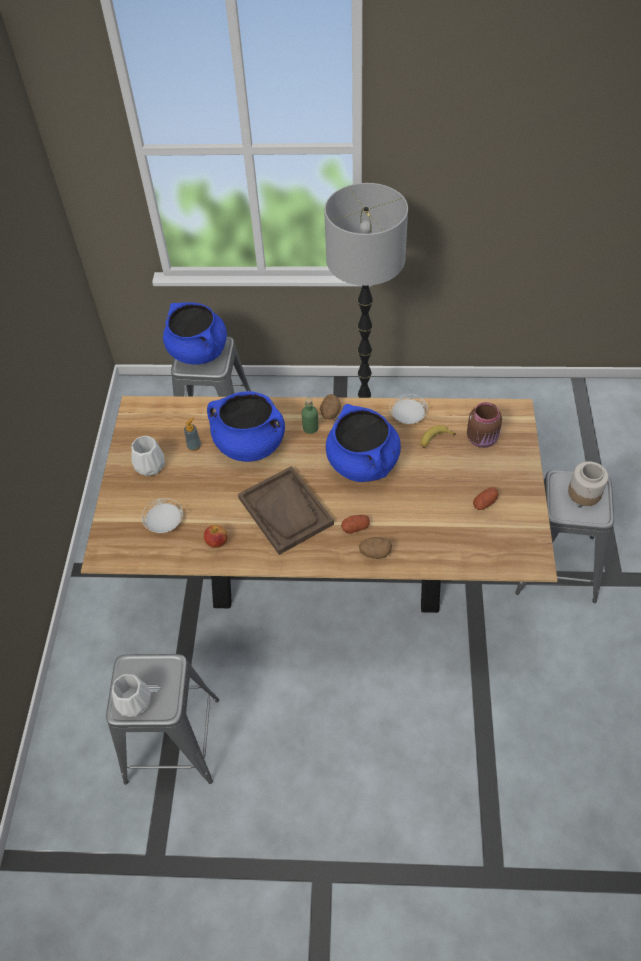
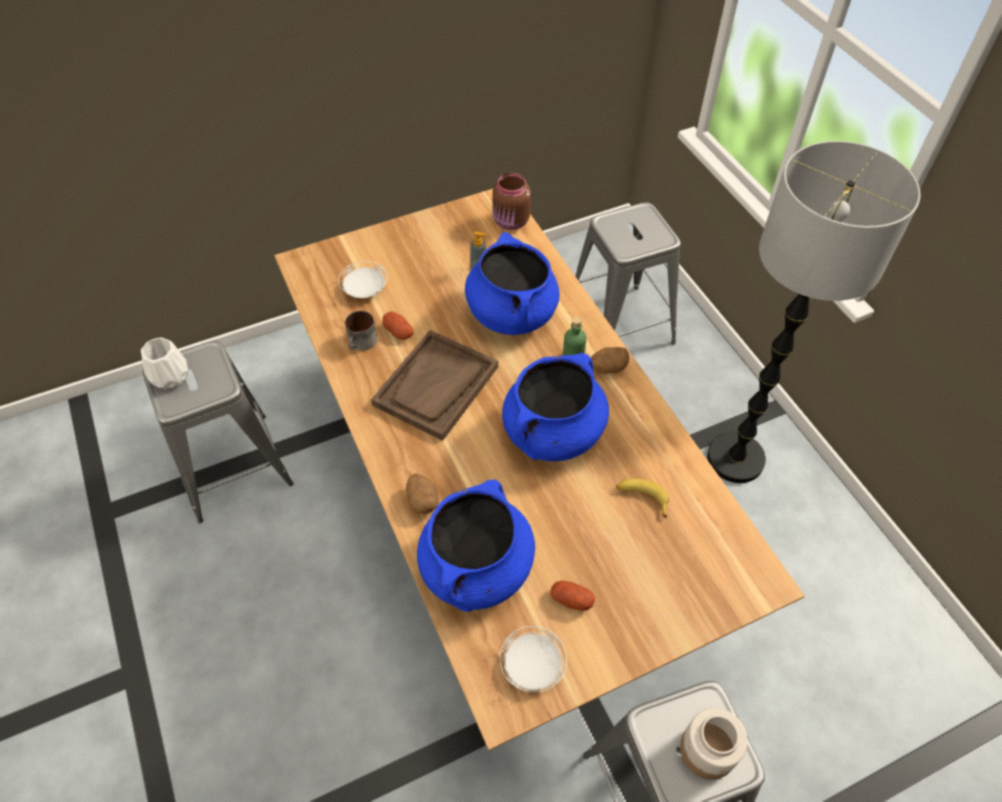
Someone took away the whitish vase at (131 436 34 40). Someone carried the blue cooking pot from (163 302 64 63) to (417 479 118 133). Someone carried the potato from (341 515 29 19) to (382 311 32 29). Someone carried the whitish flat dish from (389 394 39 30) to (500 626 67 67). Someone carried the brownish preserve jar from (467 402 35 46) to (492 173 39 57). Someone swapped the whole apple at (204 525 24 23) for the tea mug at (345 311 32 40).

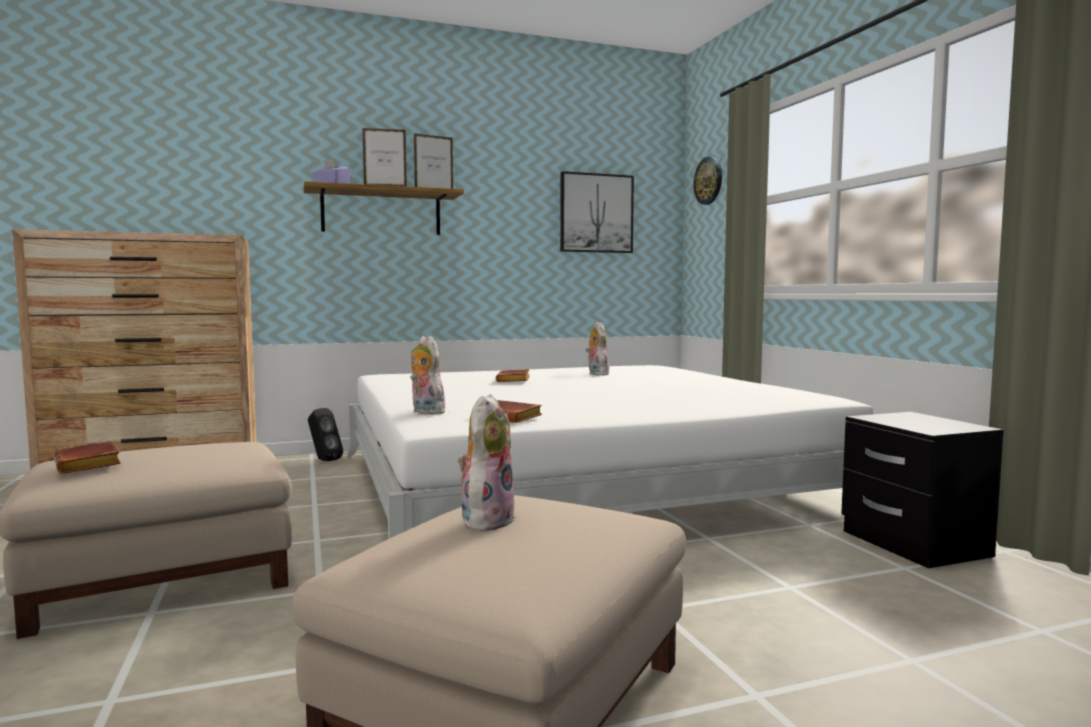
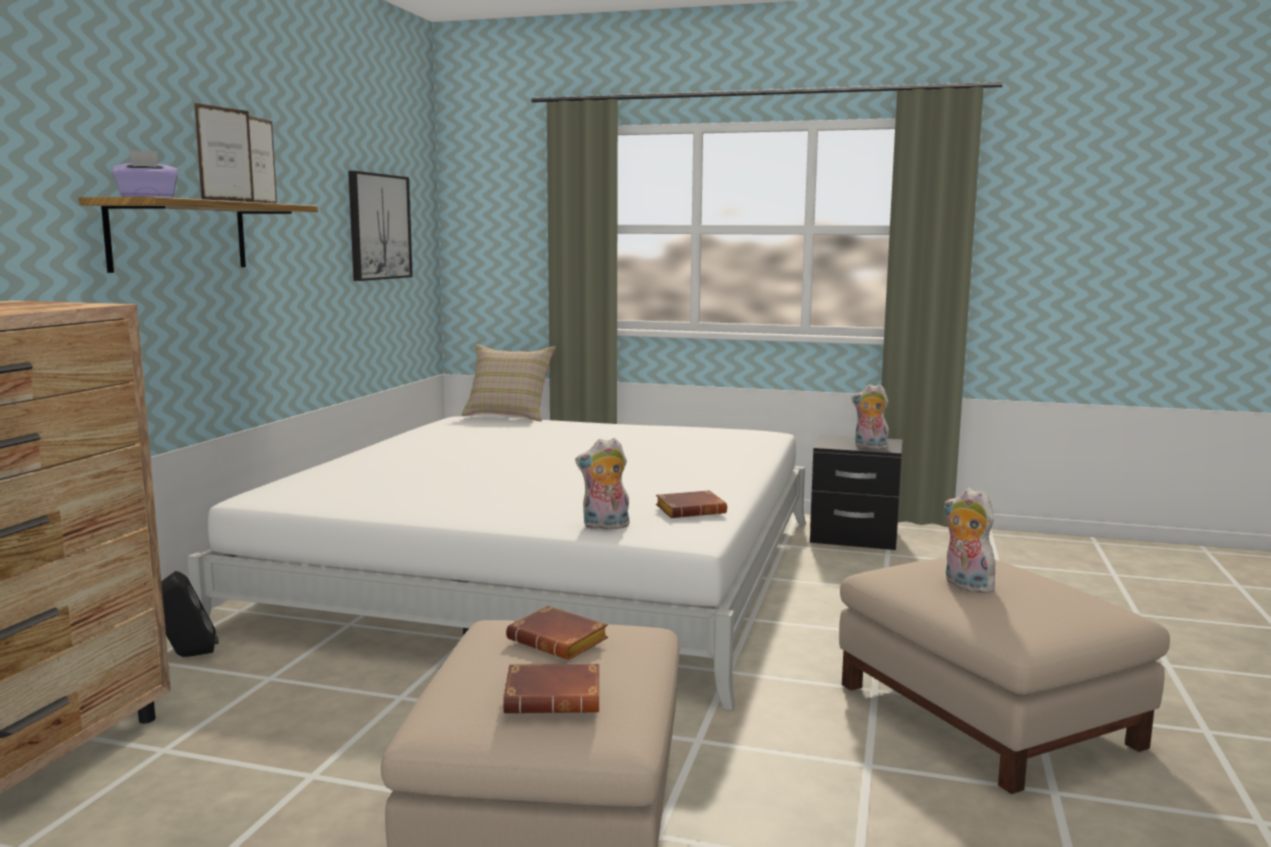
Someone took away the wall clock at (693 157 29 48). Someone put down the sand-coloured pillow at (462 345 94 76). Someone carried the brownish book from (496 369 34 13) to (506 606 102 54). Someone carried the cuddly toy from (586 322 23 54) to (852 384 38 65).

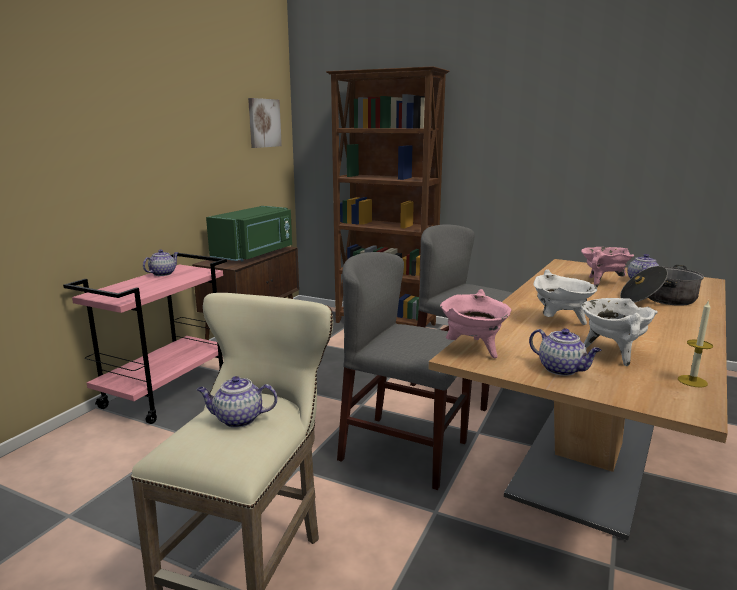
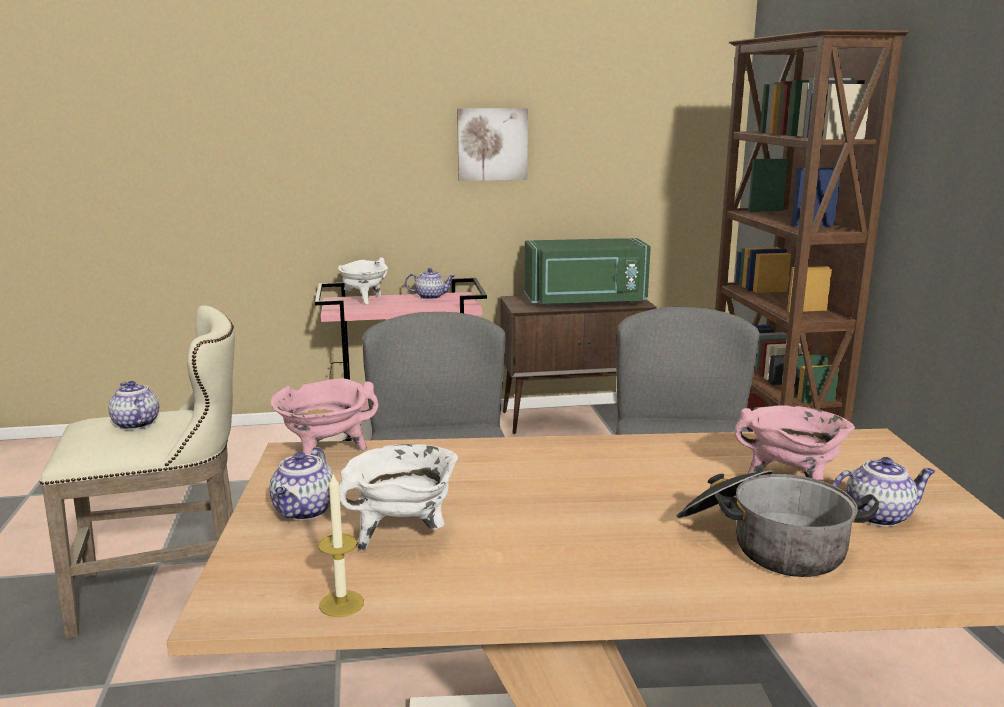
Someone carried the wall art from (248 98 34 50) to (457 108 71 73). Someone carried the whitish cooking pot from (534 269 63 56) to (338 258 50 47).

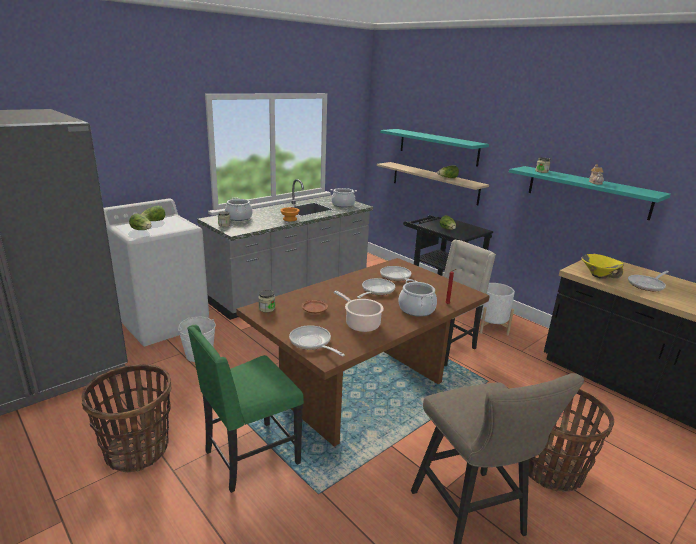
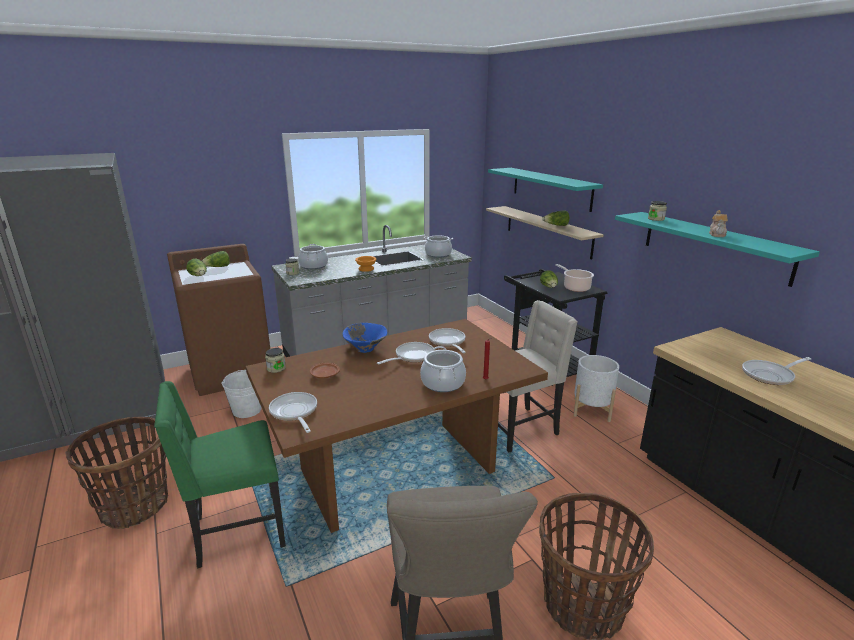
Someone took away the yellow serving bowl at (581 254 43 25). Someone put down the blue serving bowl at (343 323 44 30). Someone carried the cooking pot from (334 291 50 41) to (555 264 39 28). Someone repainted the whitish laundry appliance at (104 199 105 147), which became the brownish laundry appliance at (167 244 103 152).

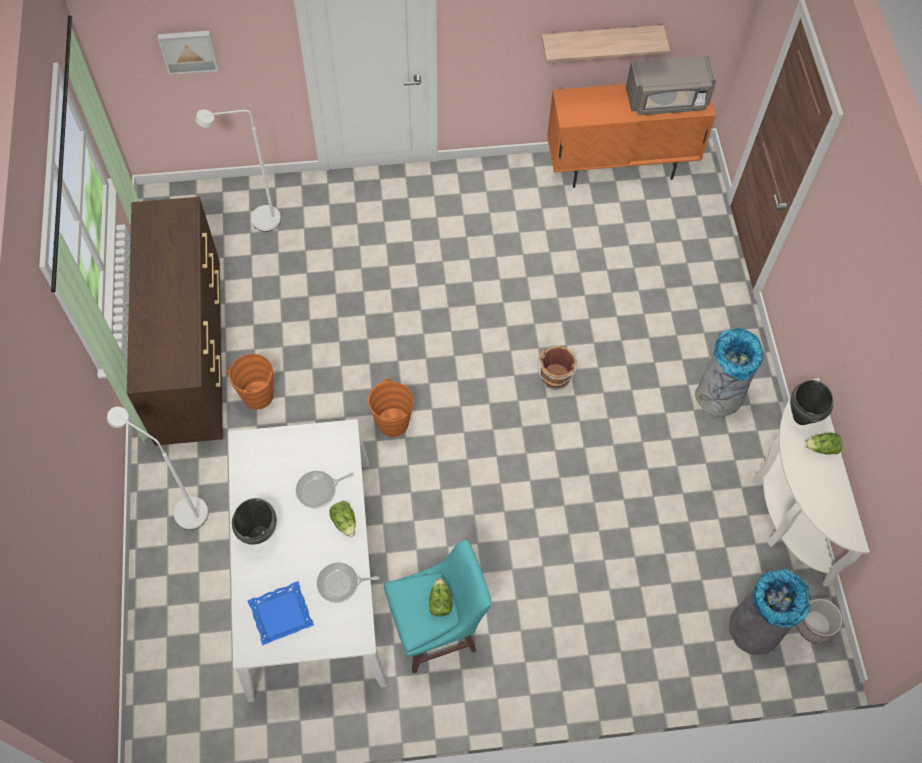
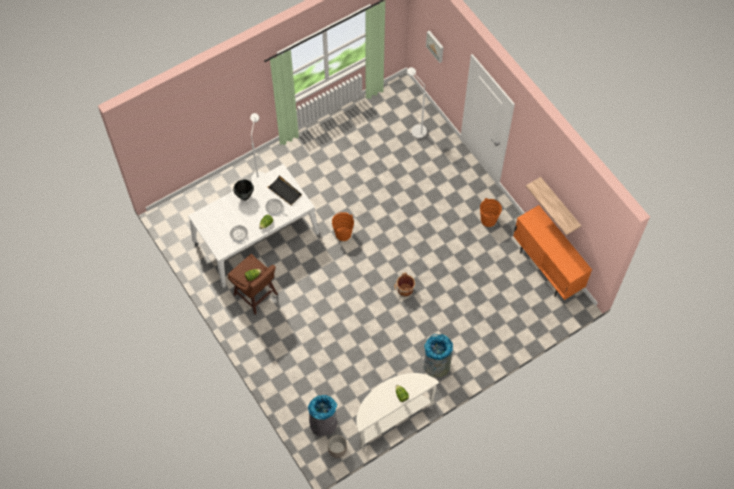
Someone took away the brownish drawer chest at (127 197 96 249). Someone took away the blue serving tray at (247 581 67 65). Someone took away the grey microwave at (626 56 91 59). Someone took away the blackish cooking pot at (790 380 43 45). Someone put down the blackish serving tray at (268 175 34 30). Someone carried the orange water bucket from (226 354 49 56) to (480 198 22 29). Someone repainted the blue-green stool at (384 540 108 133), which became the brownish stool at (228 254 50 61).

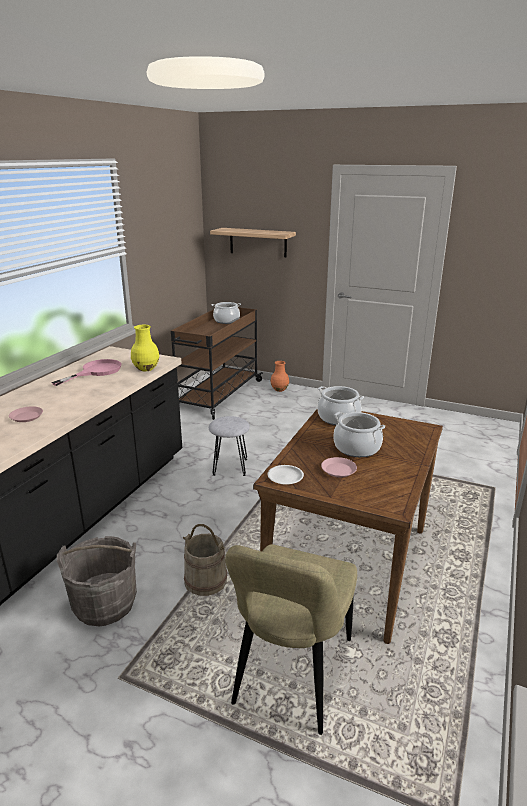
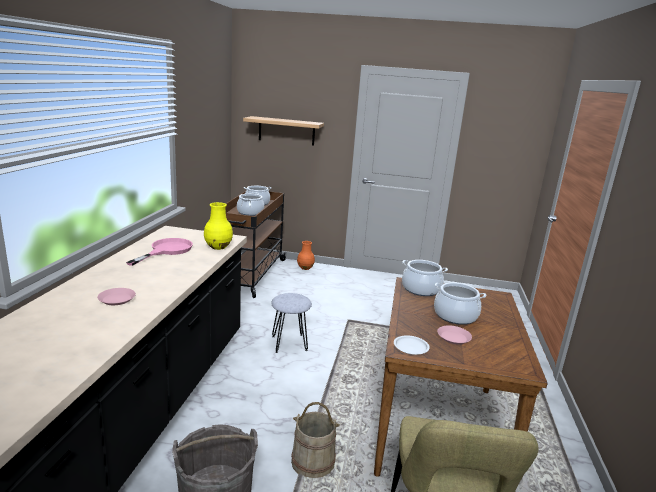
Someone put down the cooking pot at (237 192 27 24).

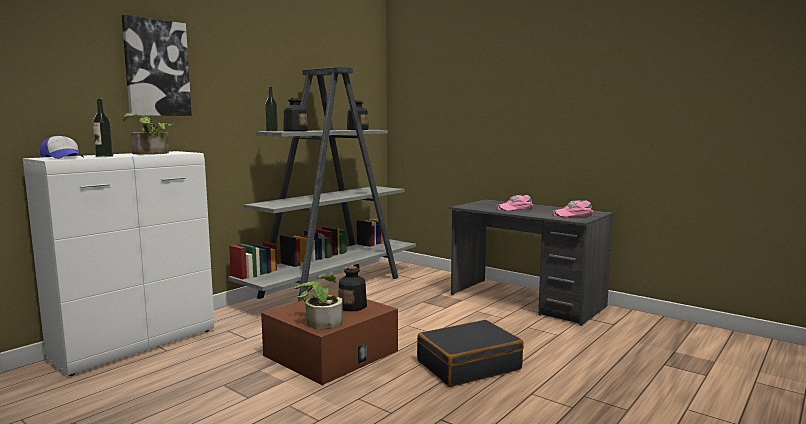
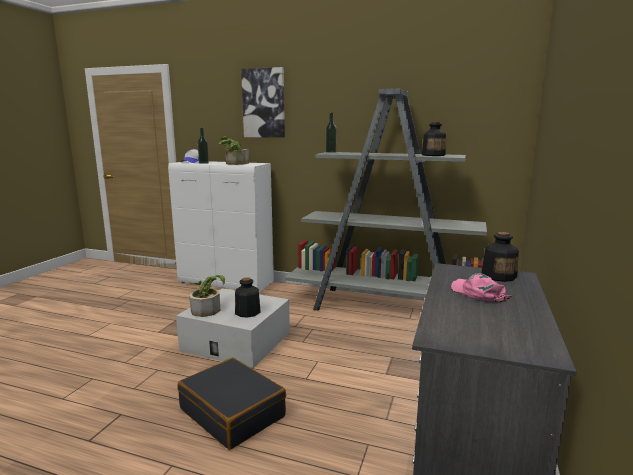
Someone took away the pinkish baseball cap at (553 200 41 17). Someone carried the drink bottle from (283 98 25 34) to (481 232 38 50). Someone repainted the brownish storage bin at (261 290 137 95), which became the whitish storage bin at (176 288 114 80).

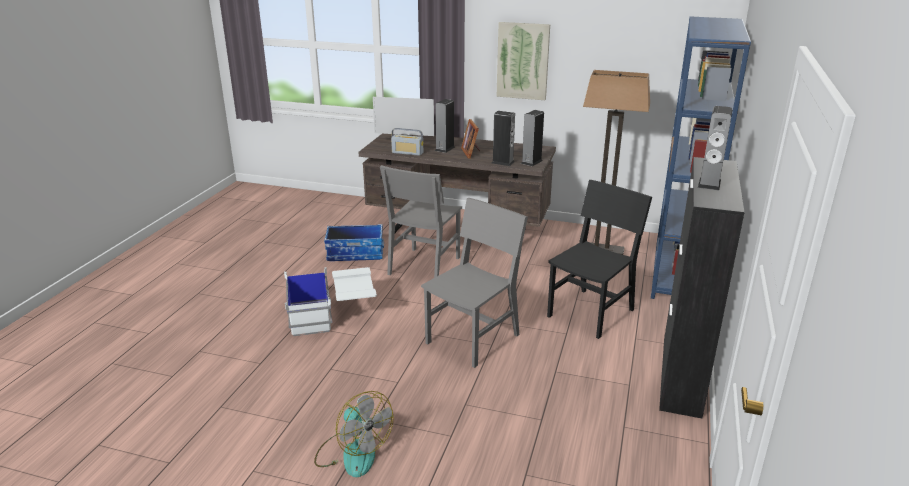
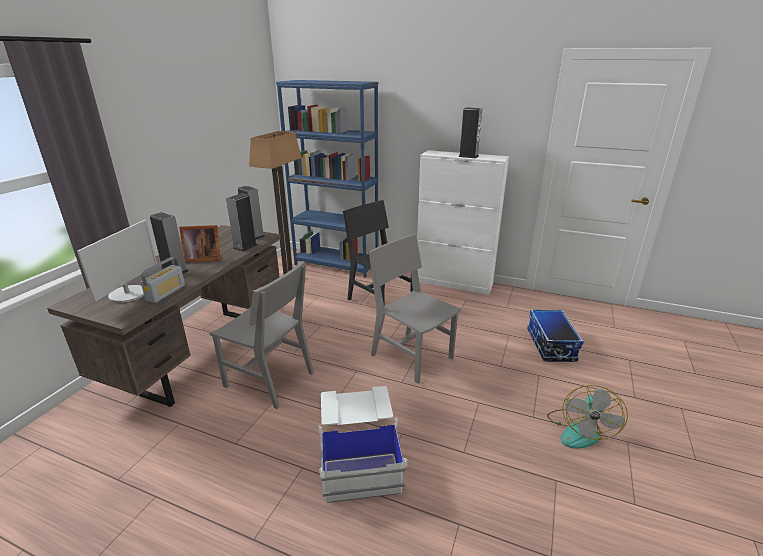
Someone took away the wall art at (497 22 53 78). Someone carried the storage bin from (324 224 60 37) to (527 309 57 53). Someone repainted the blackish cabinet at (659 157 86 261), which became the whitish cabinet at (417 150 92 145). Someone rotated the electric fan at (314 391 80 86) by 150 degrees clockwise.

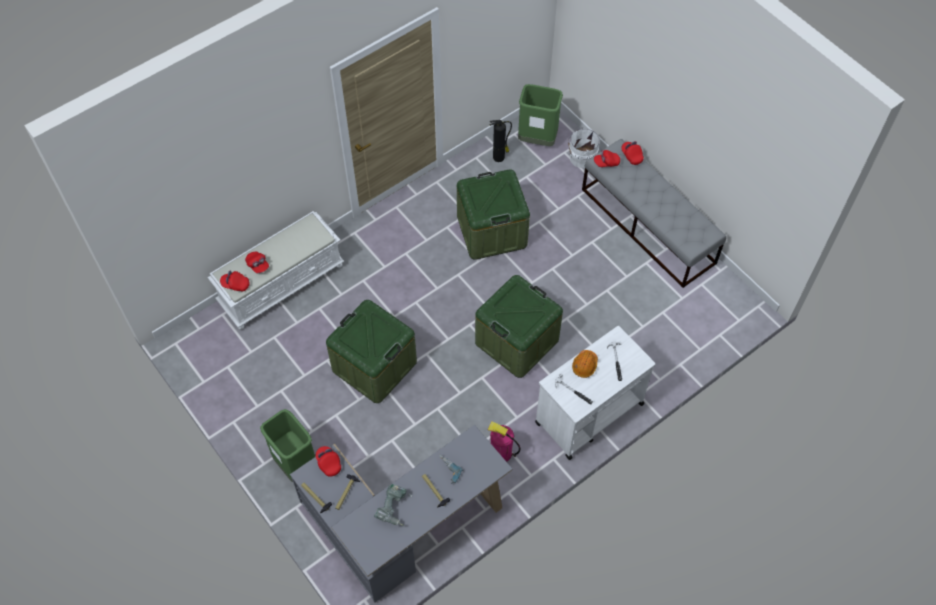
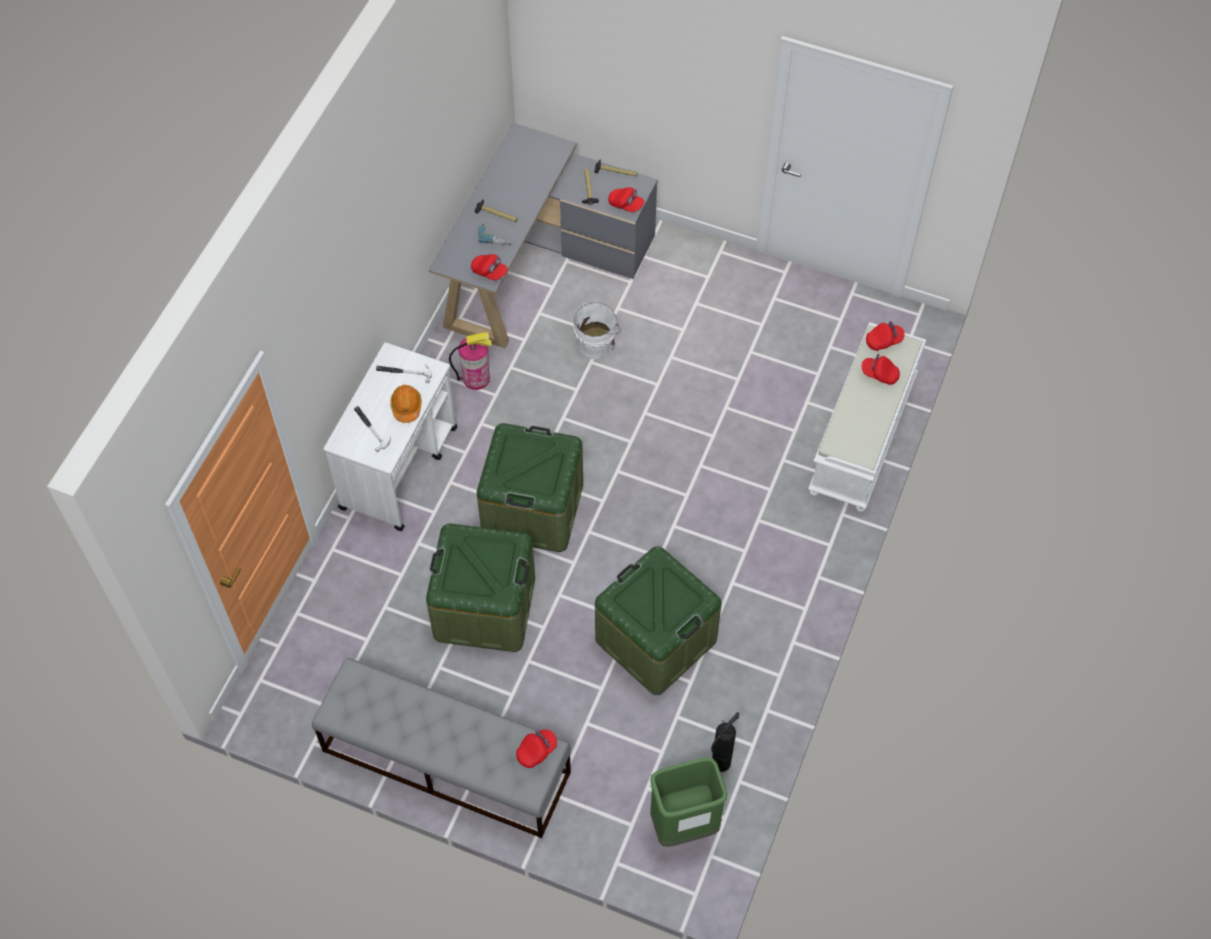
Someone took away the green-coloured trash can at (260 409 55 73). Someone took away the power drill at (374 484 38 42). Someone carried the green-coloured storage bin from (326 300 91 103) to (426 524 109 128). Someone carried the whitish water bucket from (568 127 31 41) to (573 302 49 57). Someone carried the reddish baseball cap from (621 141 23 24) to (471 254 37 26).

